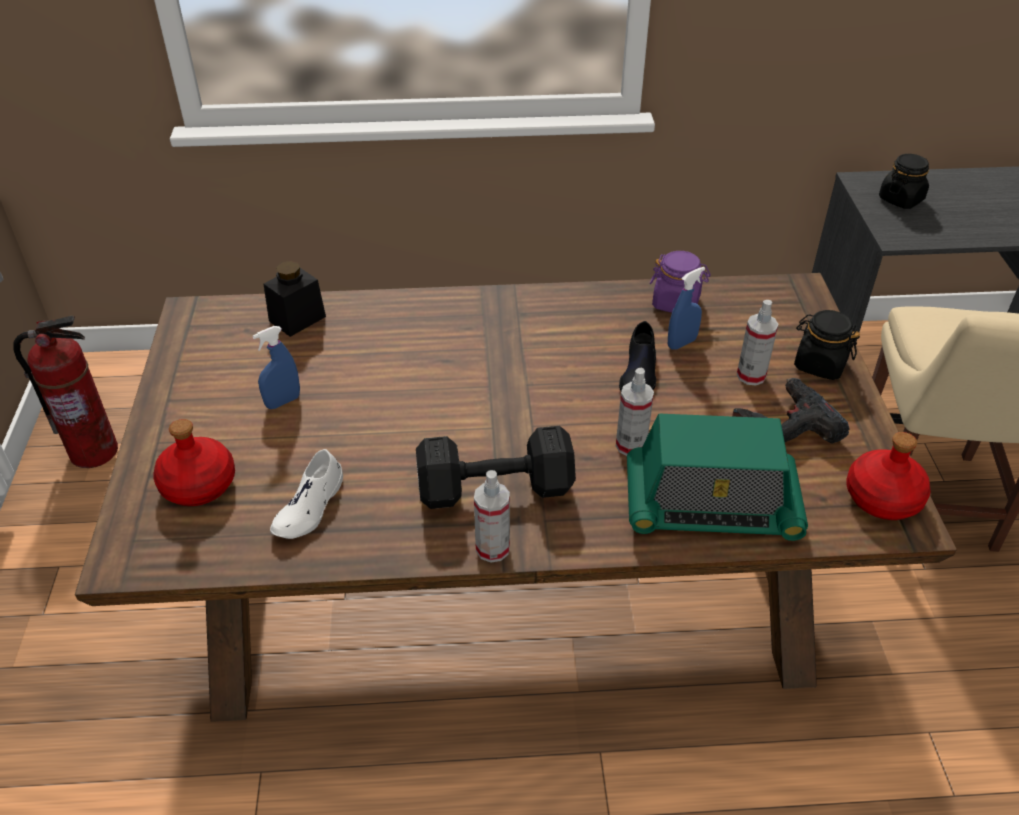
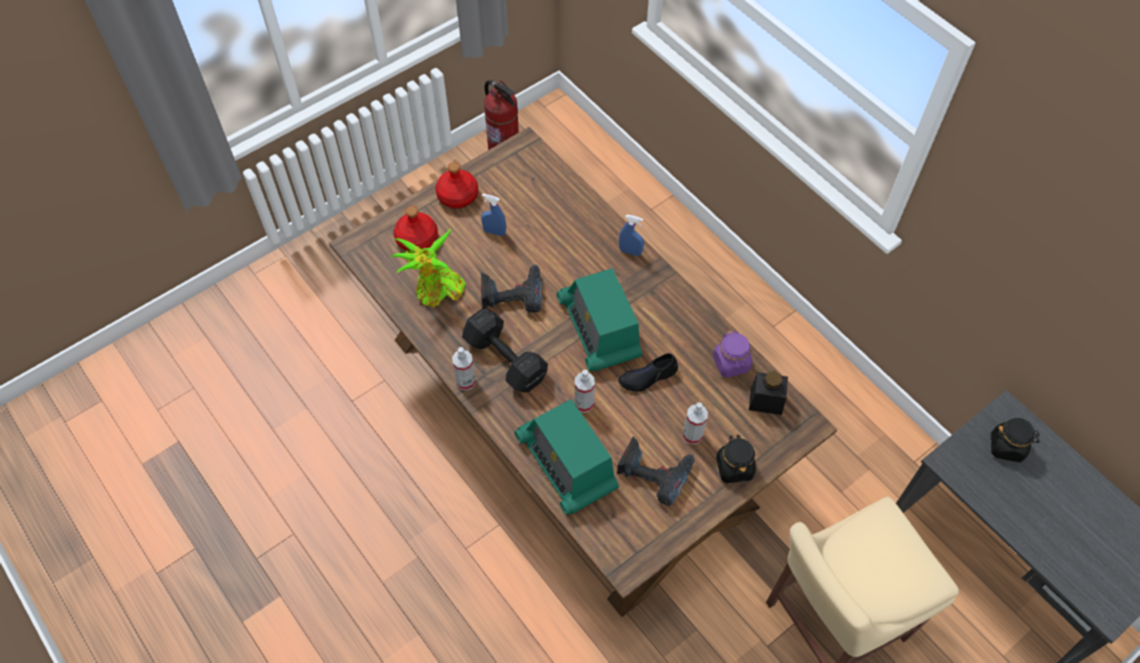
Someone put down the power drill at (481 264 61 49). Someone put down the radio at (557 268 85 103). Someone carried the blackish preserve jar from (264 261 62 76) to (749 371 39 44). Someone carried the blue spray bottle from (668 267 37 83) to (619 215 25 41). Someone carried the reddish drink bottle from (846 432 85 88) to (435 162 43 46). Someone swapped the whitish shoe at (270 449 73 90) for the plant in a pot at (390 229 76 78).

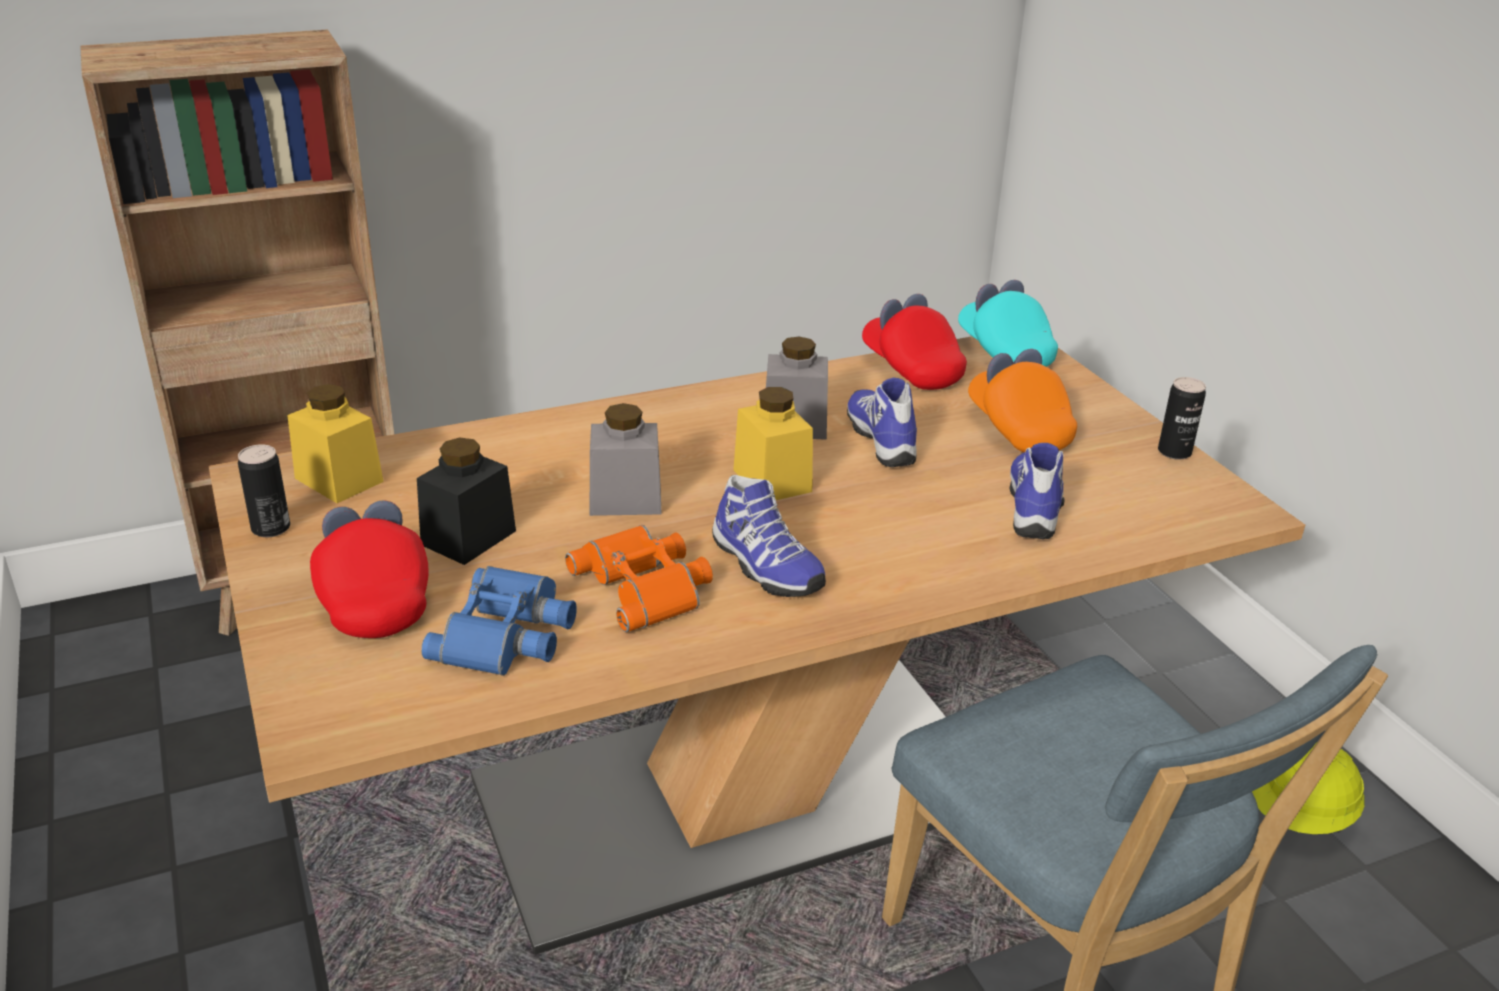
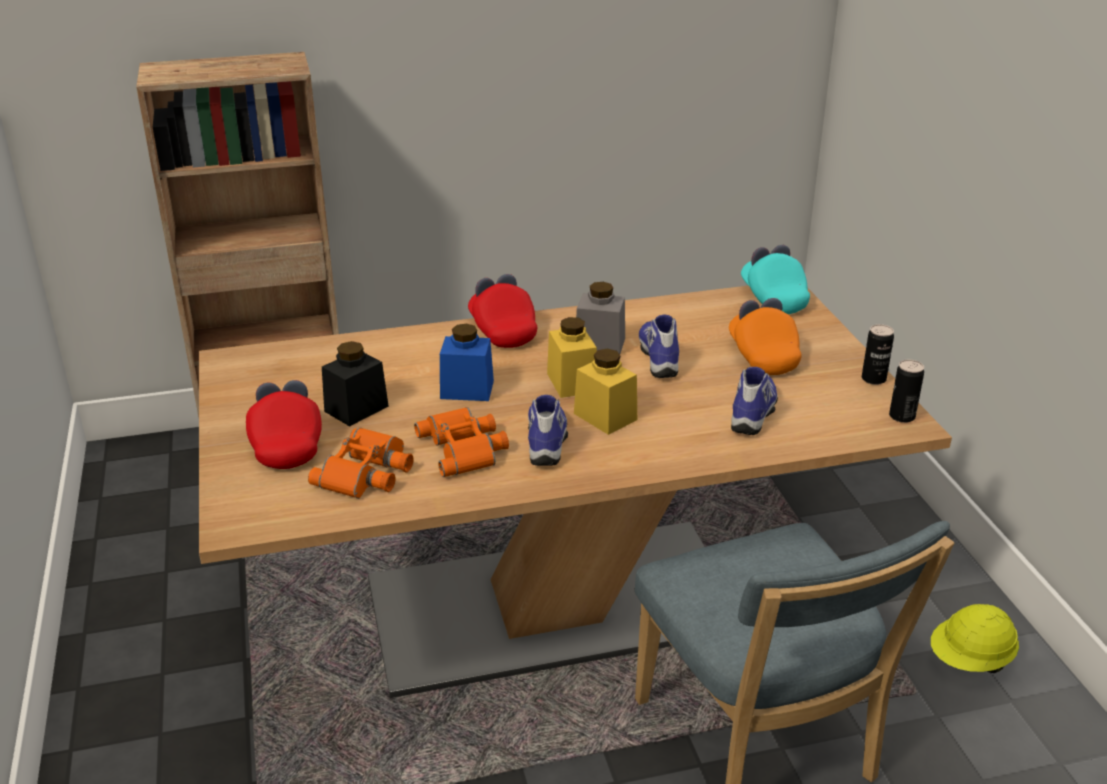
Someone carried the can from (238 444 52 93) to (889 360 35 63). Someone carried the yellow preserve jar from (287 384 97 119) to (574 349 63 86). Someone carried the reddish baseball cap from (862 294 105 96) to (468 274 69 74). Someone repainted the blue field glasses at (421 566 156 110), which became the orange field glasses at (308 427 106 72). Someone repainted the grey preserve jar at (589 403 73 113), which became the blue preserve jar at (440 324 54 77). Someone rotated the shoe at (712 475 114 122) by 150 degrees counterclockwise.

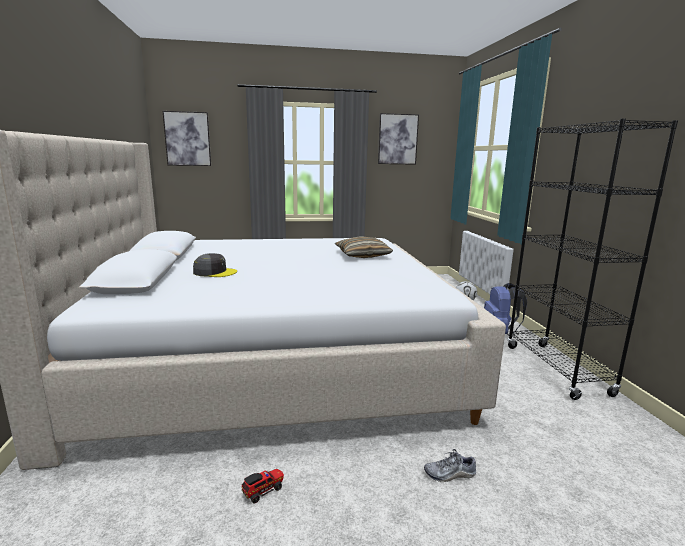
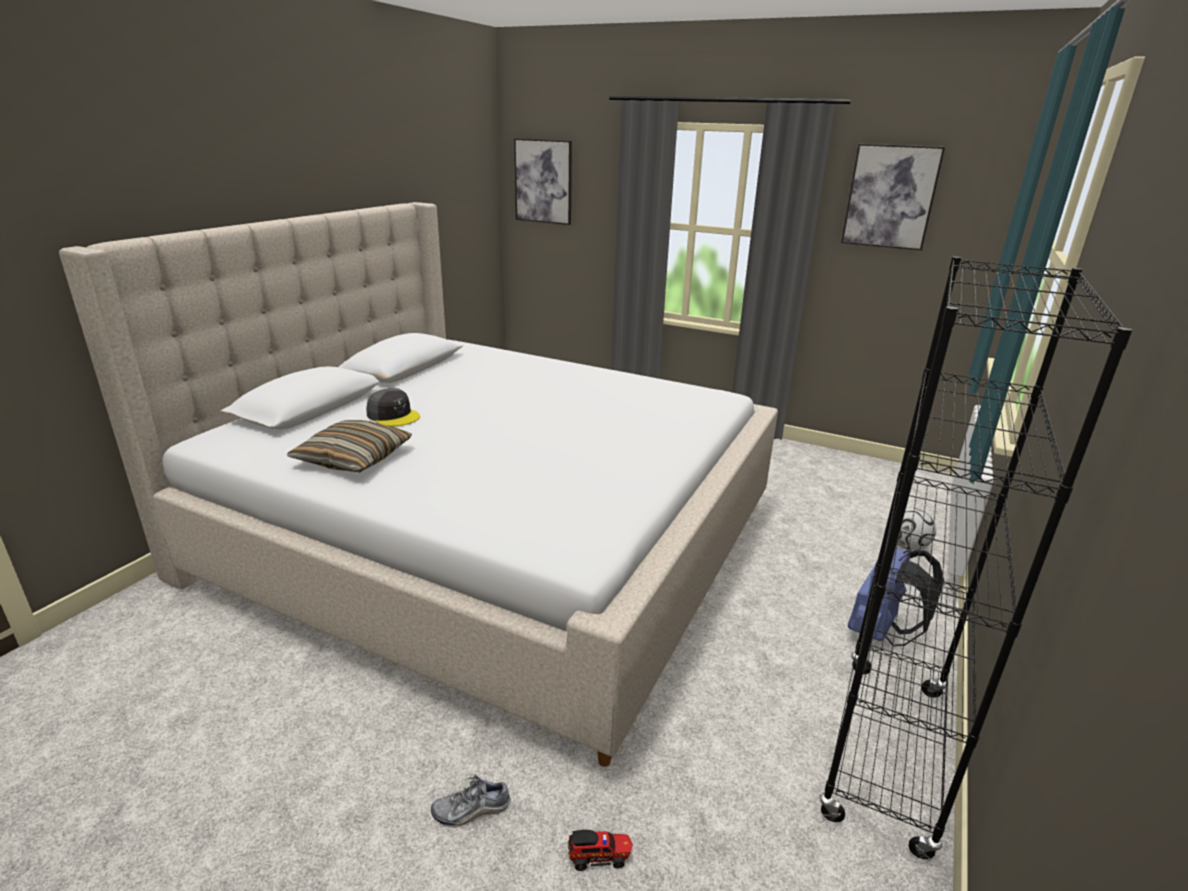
Someone carried the toy lorry from (241 469 43 35) to (568 830 65 41). Someone carried the pillow from (335 236 58 22) to (287 420 125 52). Someone rotated the shoe at (424 449 52 33) by 45 degrees counterclockwise.

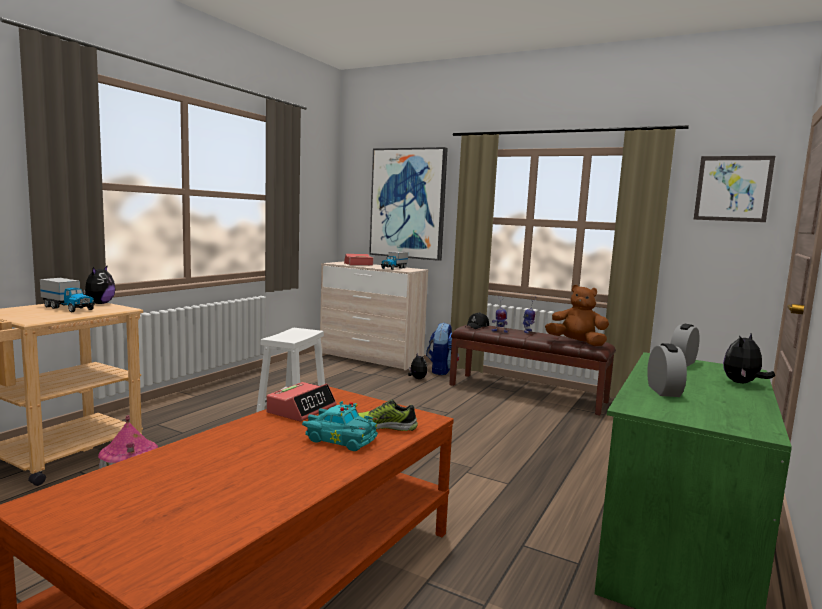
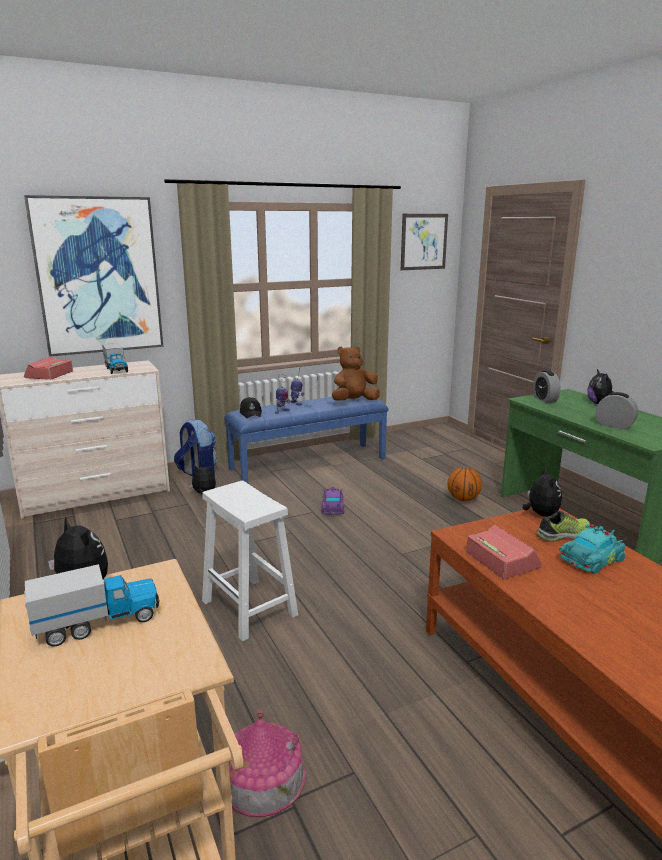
Someone put down the purplish toy car at (321 487 23 27). Someone put down the ball for basketball at (447 467 35 34). Someone put down the cuddly toy at (523 468 39 49). Someone repainted the brownish bench at (449 325 167 90), which became the blue bench at (224 396 164 87). Someone rotated the shoe at (358 399 60 32) by 150 degrees counterclockwise.

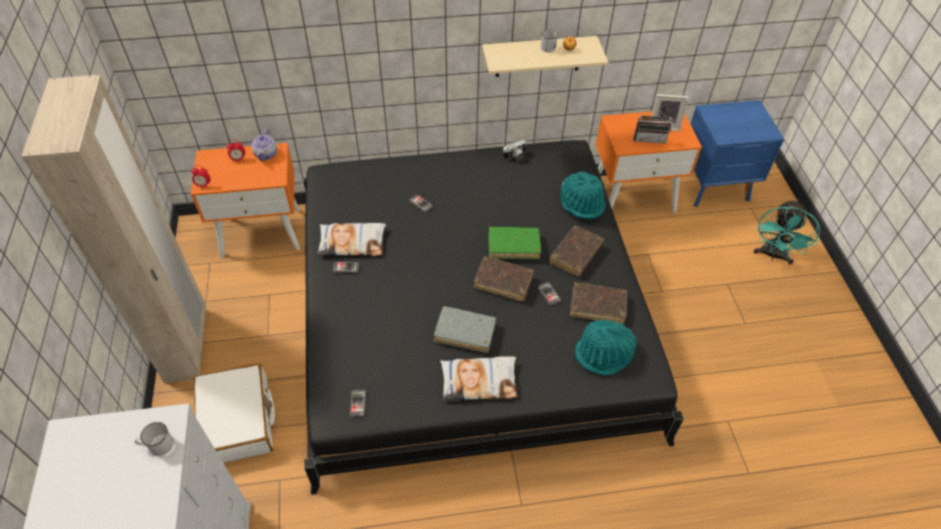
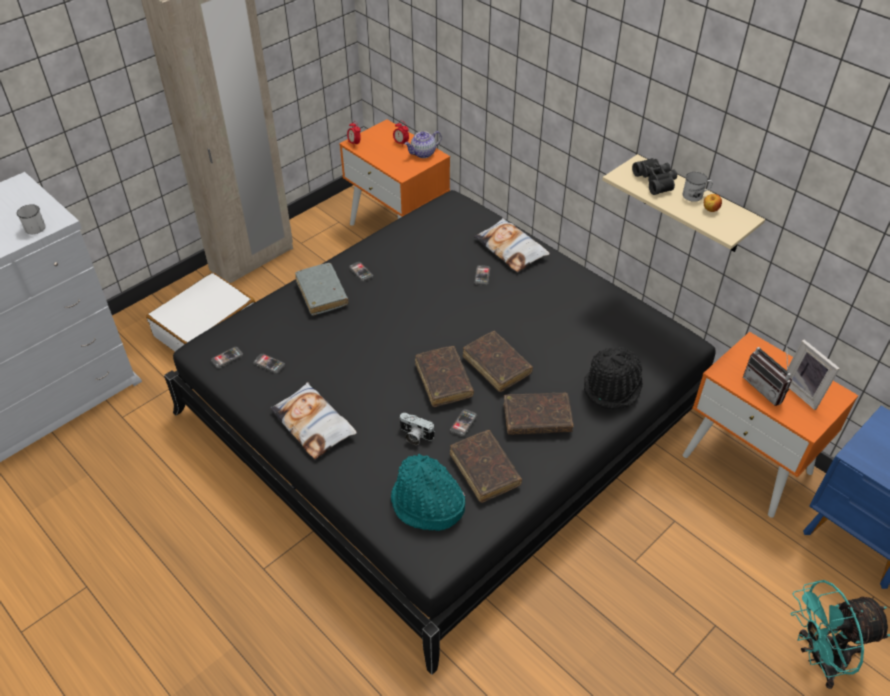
Someone put down the telephone at (254 354 31 20). Someone put down the blackish field glasses at (632 158 45 37). Someone carried the pillow from (317 223 69 33) to (474 218 76 54). Someone carried the grey book from (434 306 62 47) to (295 263 54 53). Someone carried the photo camera from (502 140 24 21) to (399 413 36 32). Someone repainted the green-coloured book at (489 227 52 32), which became the brownish book at (463 331 70 61). Someone repainted the blue-green clothing hat at (561 172 45 47), which became the blackish clothing hat at (584 347 58 62).

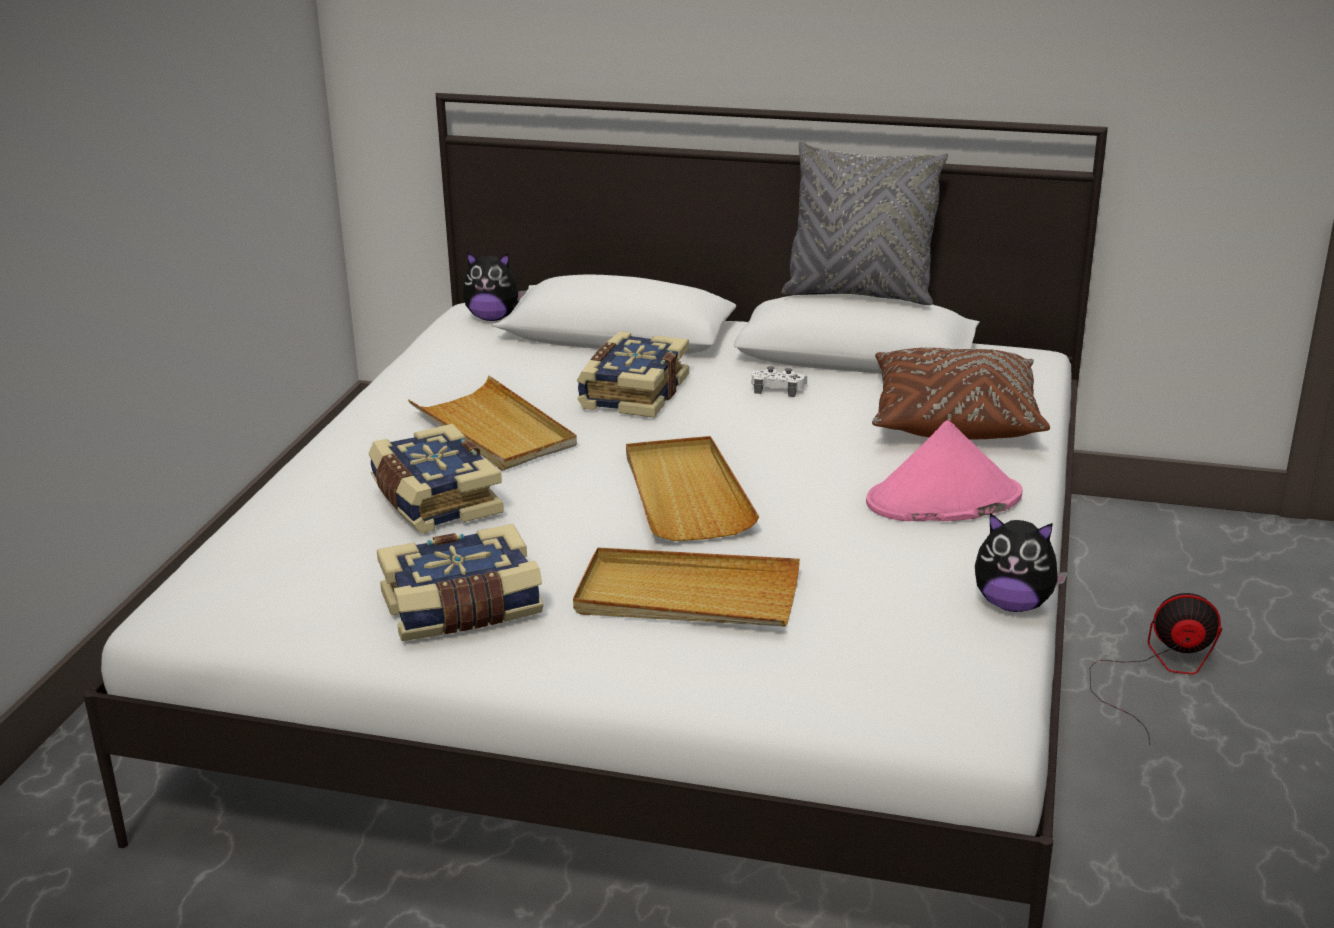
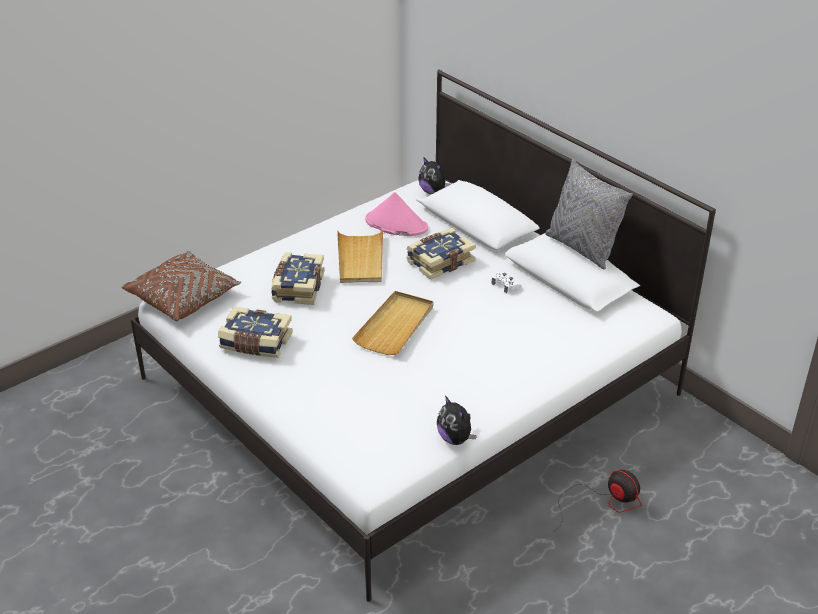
Someone took away the sand-coloured serving tray at (573 547 227 80). Someone carried the pinkish clothing hat from (866 420 156 101) to (365 192 63 44). Someone carried the brownish pillow from (872 347 178 92) to (122 251 119 70).

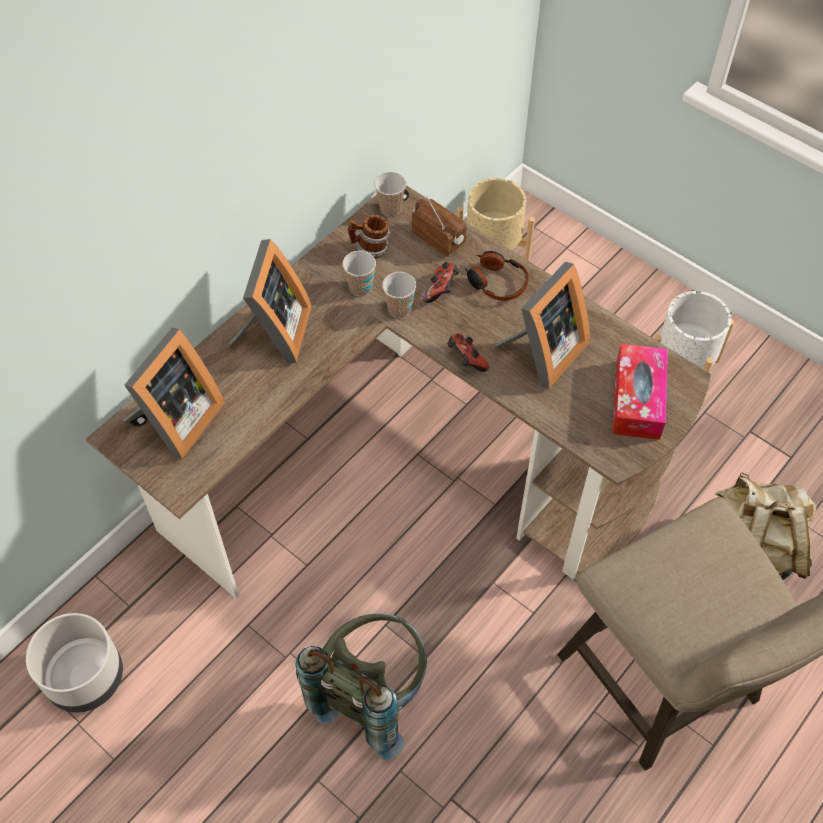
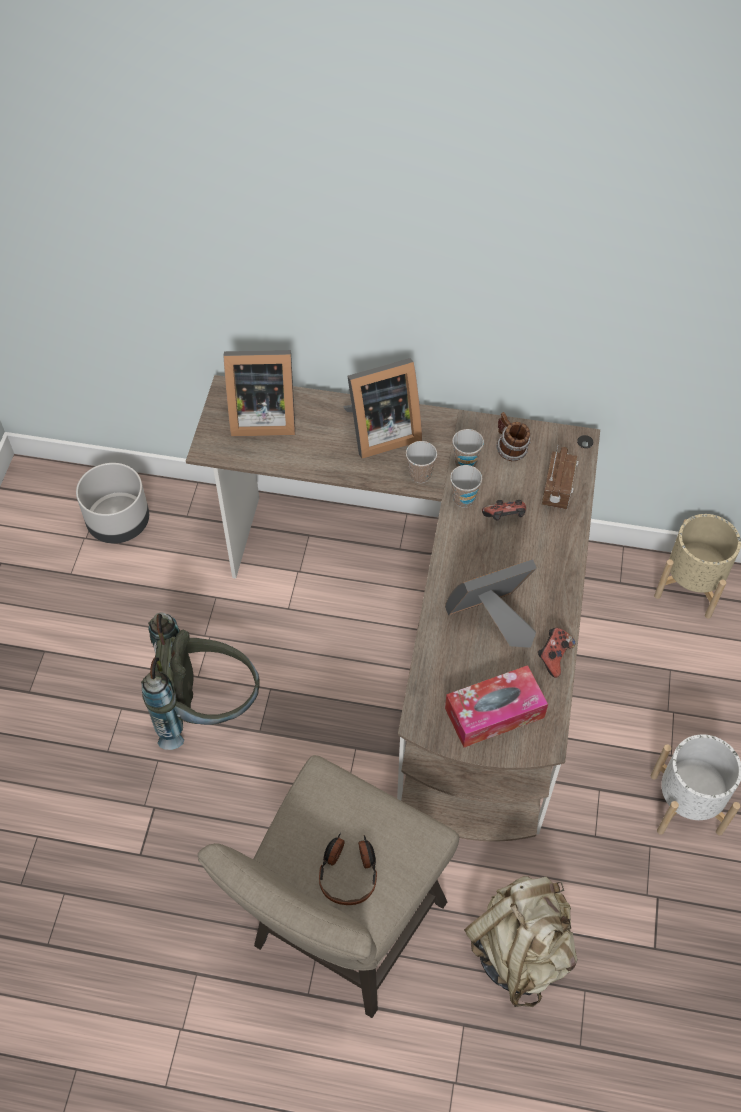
Someone carried the small cup from (374 172 32 44) to (406 441 31 42). Someone carried the joypad from (447 333 42 39) to (538 628 38 50). Someone carried the headset from (464 251 65 50) to (319 833 58 72). Someone rotated the photo frame at (494 262 96 127) by 150 degrees clockwise.

